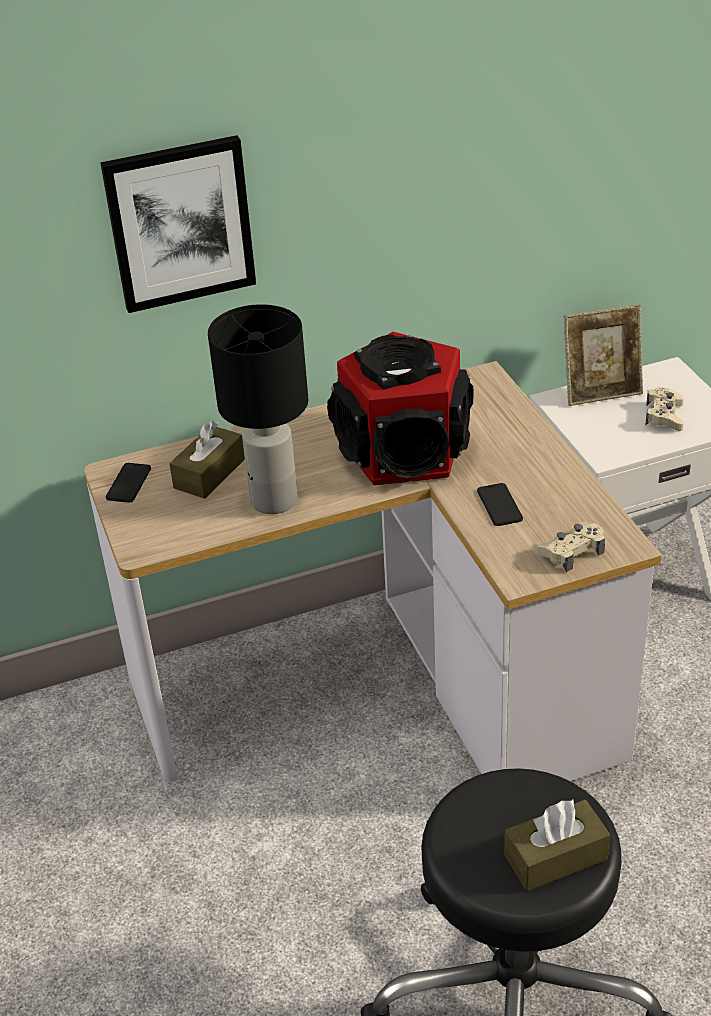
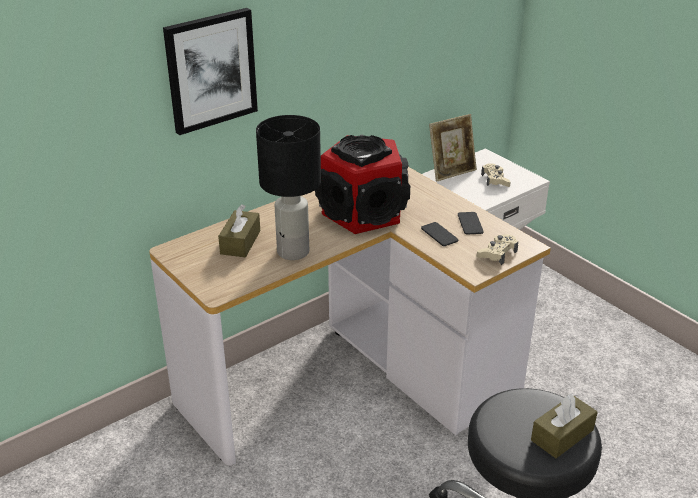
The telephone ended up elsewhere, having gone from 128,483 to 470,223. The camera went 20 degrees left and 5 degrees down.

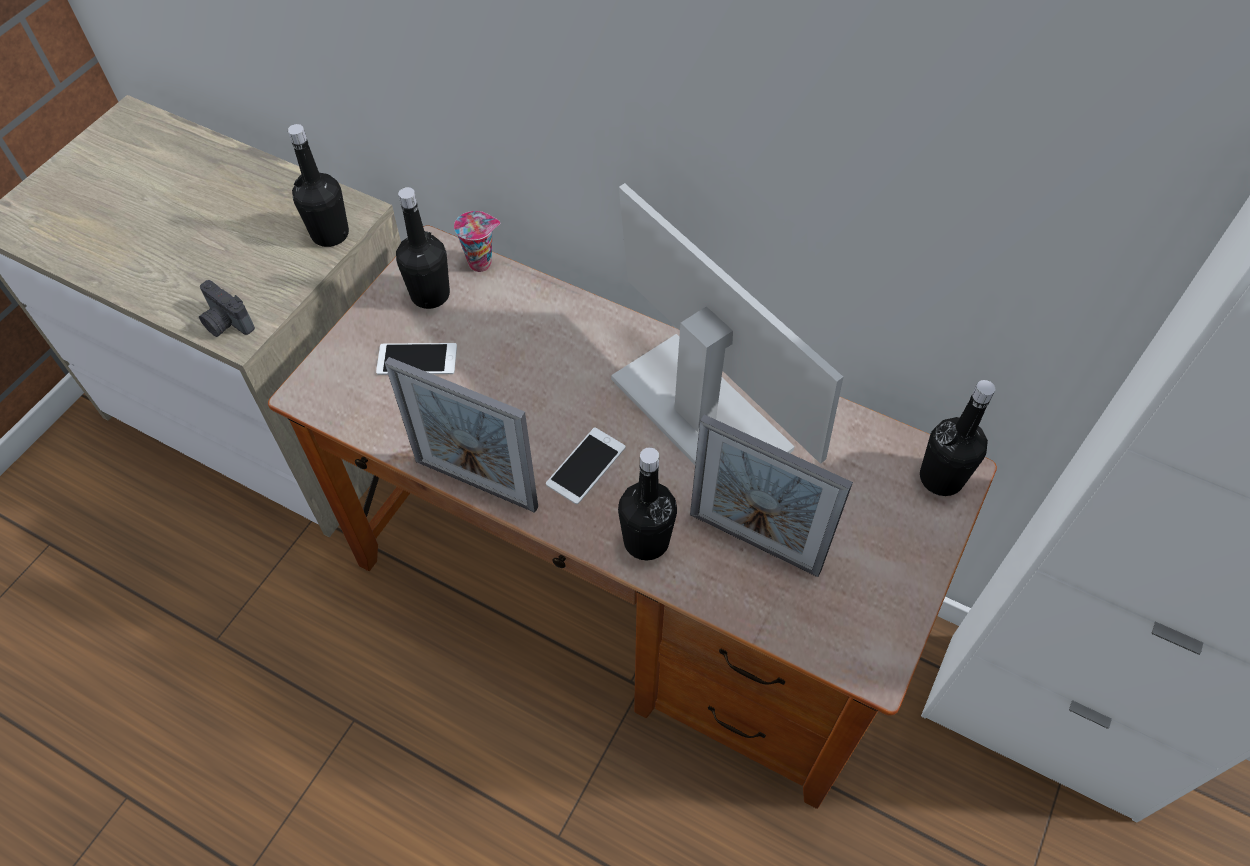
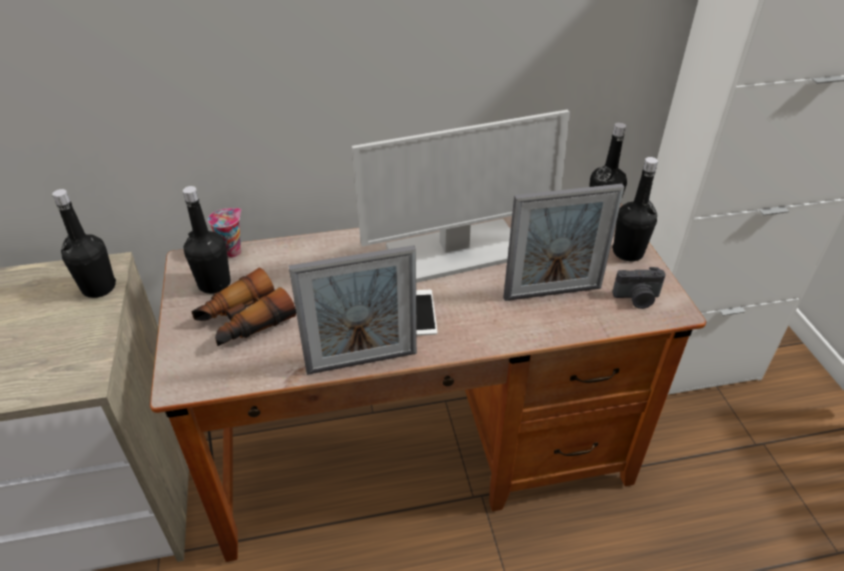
The still camera ended up elsewhere, having gone from 226,323 to 637,299. The bottle (black-coloured) ended up elsewhere, having gone from 646,541 to 628,252. Where the telephone stood at 417,359, the pair of binoculars came to stand at 244,321. The computer display at 702,415 ended up facing another way, 150 degrees clockwise from before. The camera went 40 degrees left and 15 degrees down.

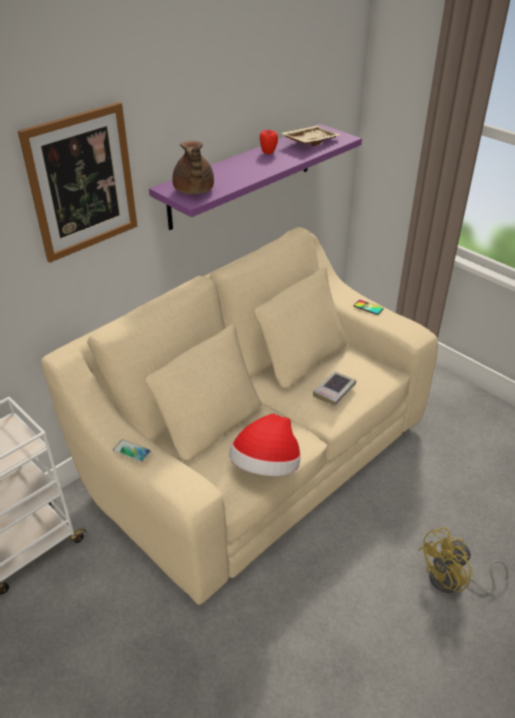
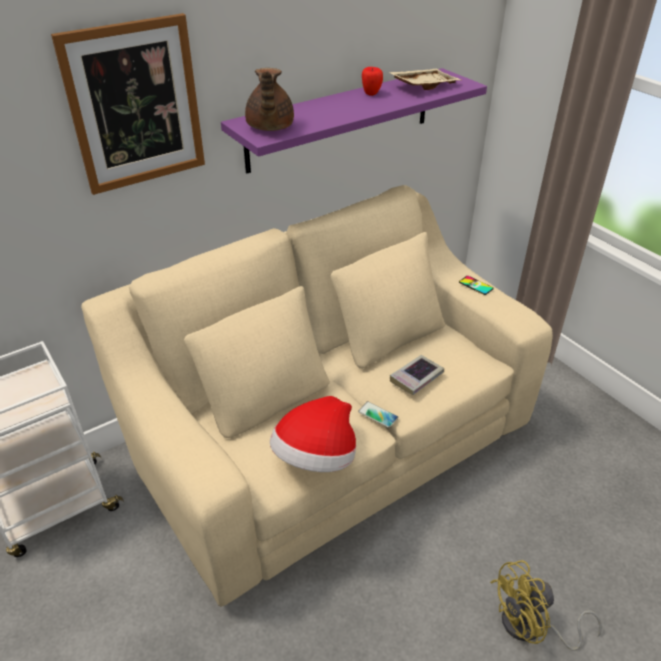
The telephone ended up elsewhere, having gone from 132,451 to 378,415. The camera went 10 degrees right and 0 degrees up.

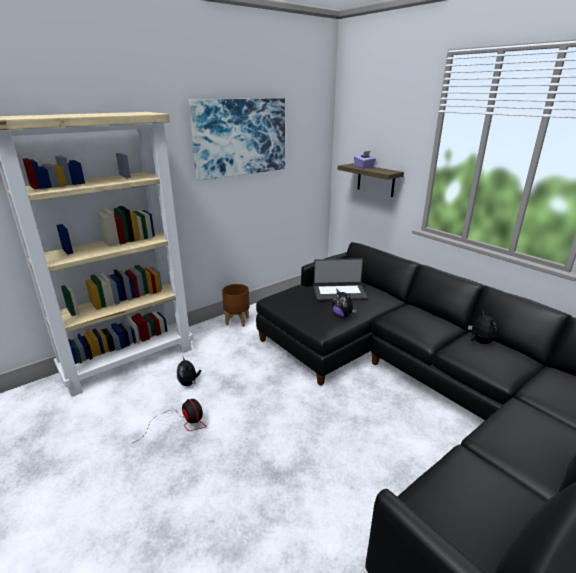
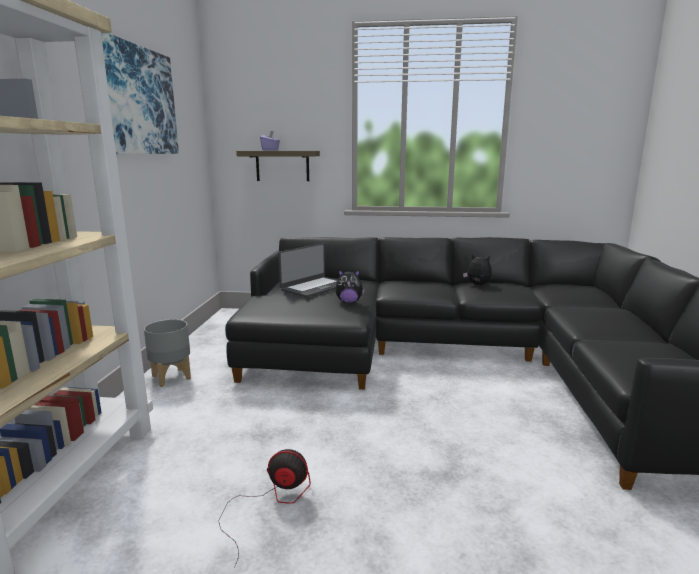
The second view lost the soft toy at 189,383. What was the planter (brownish) at 237,321 turned into the planter (greyish) at 171,377. The camera went 45 degrees left and 10 degrees down.

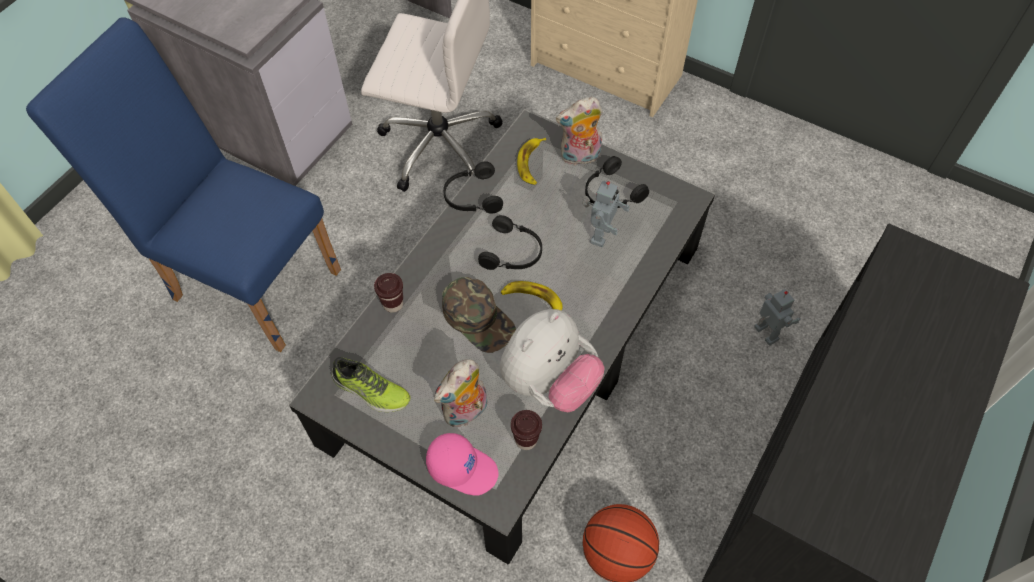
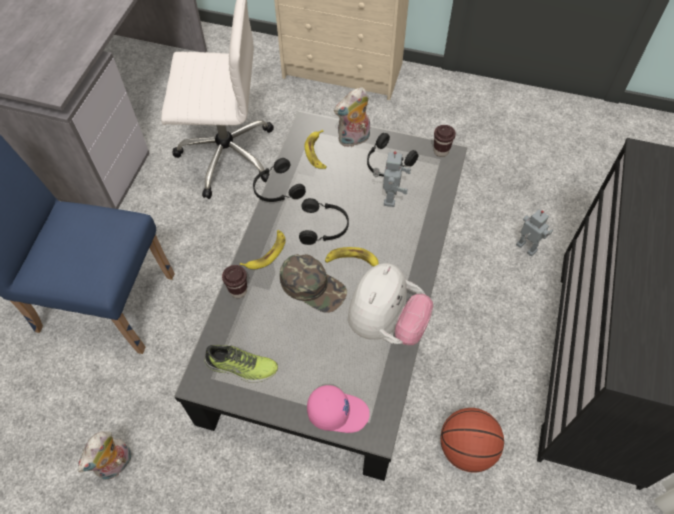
The second view gained the banana fruit at 266,252. The soft toy ended up elsewhere, having gone from 466,412 to 116,465. The small cup (brownish) ended up elsewhere, having gone from 526,440 to 441,151. The camera went 15 degrees left and 0 degrees up.

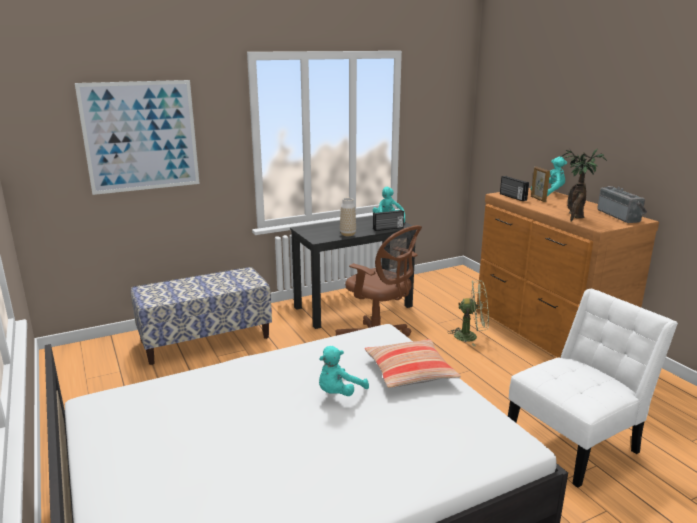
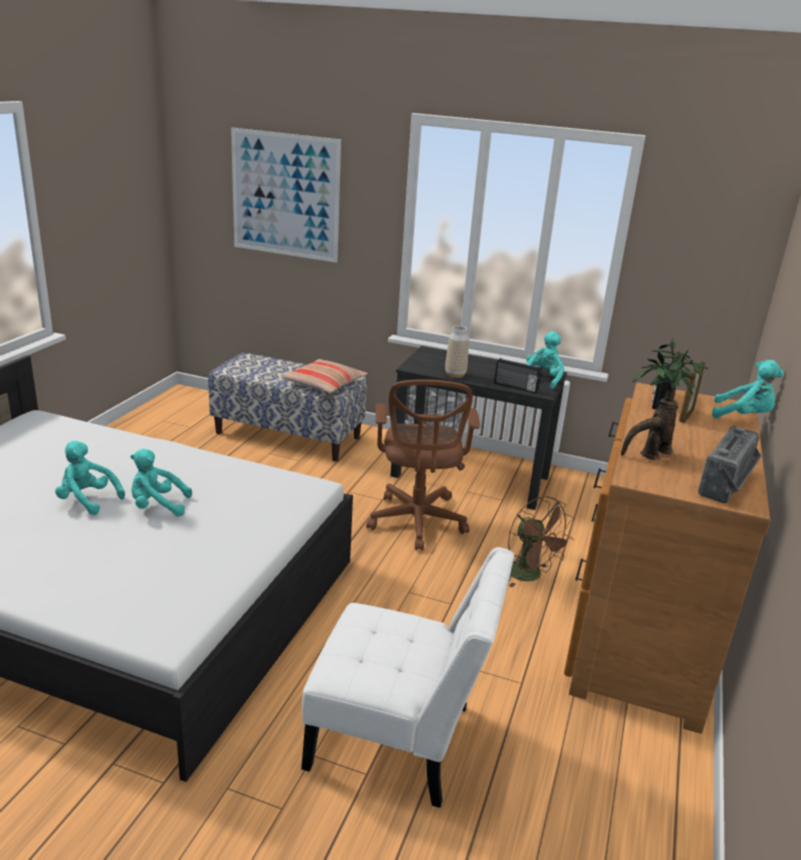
The second view gained the soft toy (blue-green) at 87,500. The cushion ended up elsewhere, having gone from 410,372 to 324,384. What was the fan (green-coloured) at 471,336 turned into the fan (brownish) at 530,576. The camera went 45 degrees right and 5 degrees up.

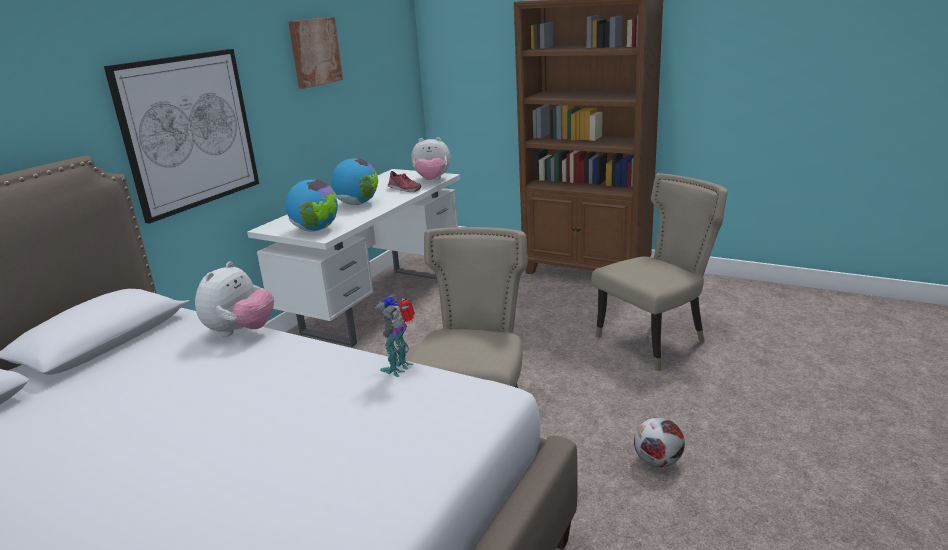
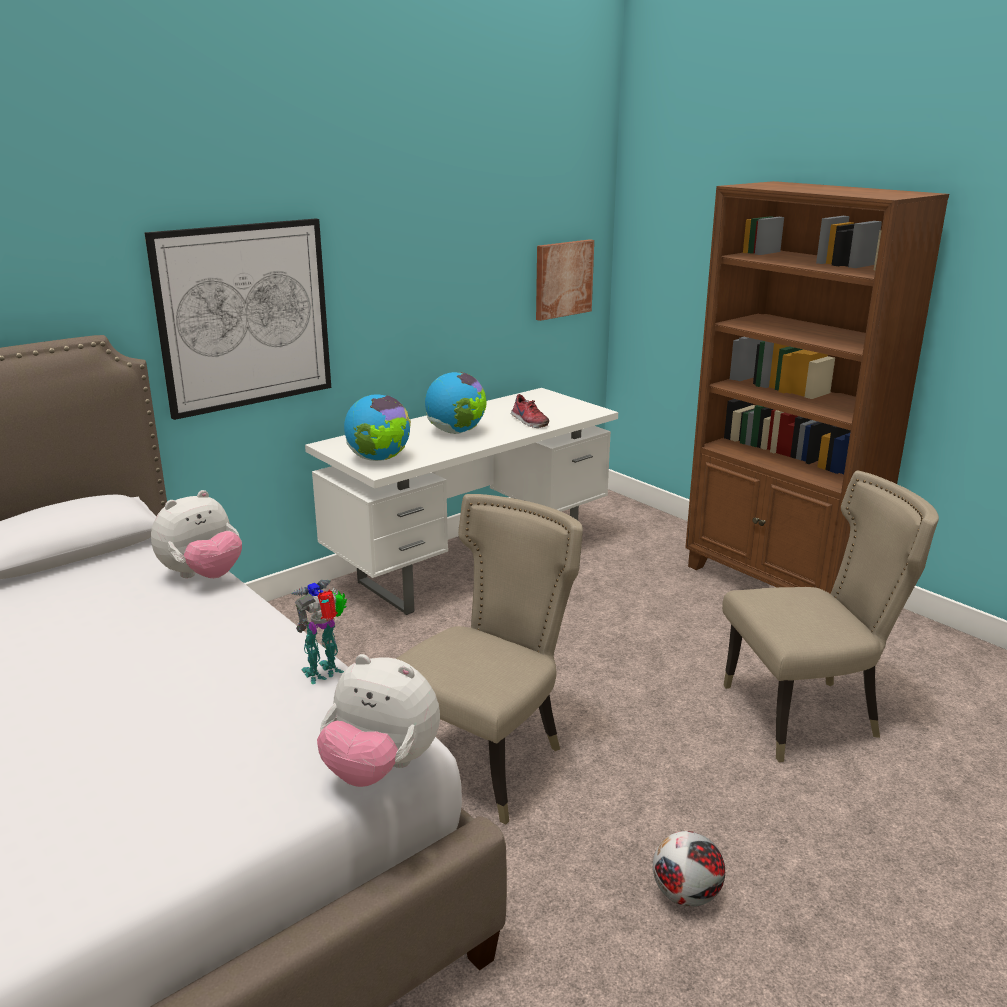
The wall art ended up elsewhere, having gone from 315,52 to 563,279. The soft toy ended up elsewhere, having gone from 432,180 to 380,769. The camera went 20 degrees right and 0 degrees up.

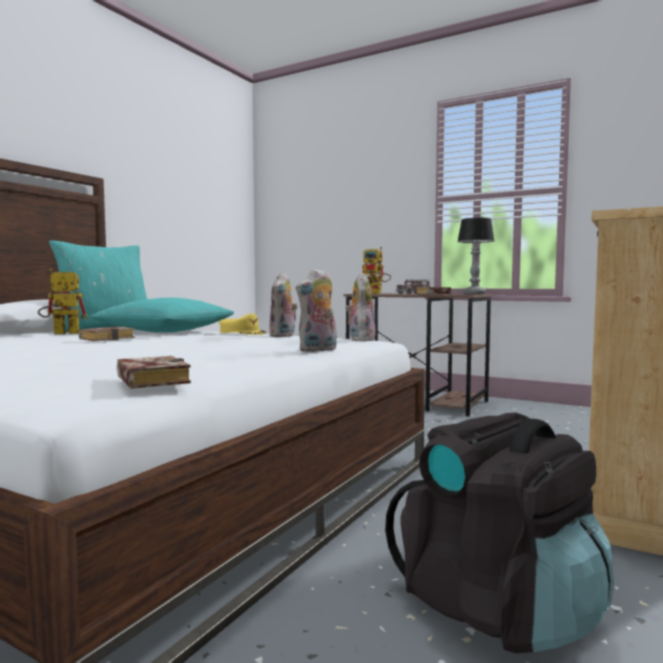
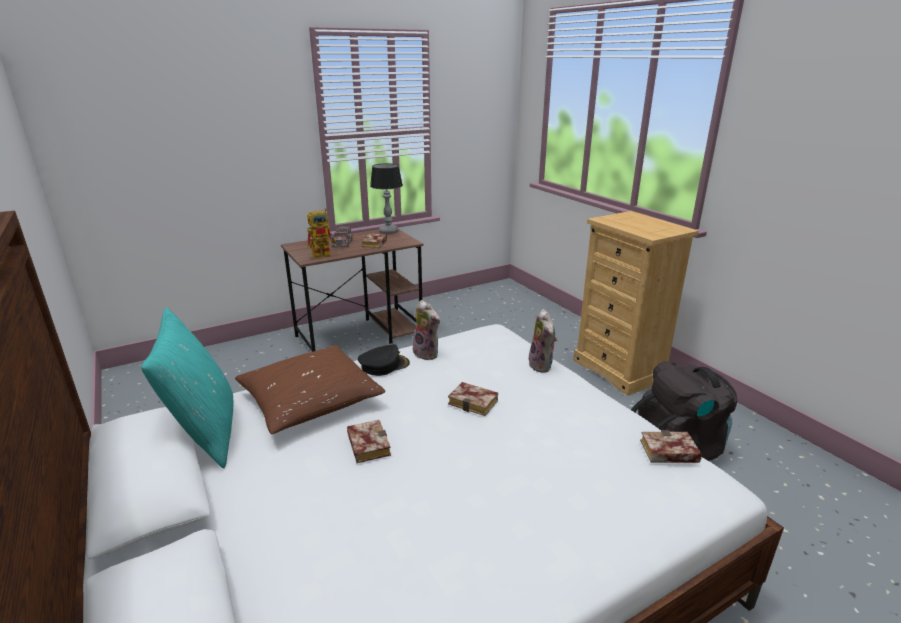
The second view lost the model robot at 60,334. The second view lost the soft toy at 360,339. The second view gained the book at 475,402. What was the cushion (blue-green) at 165,331 turned into the cushion (brownish) at 310,400. What was the baseball cap (yellow) at 242,333 turned into the baseball cap (black-coloured) at 384,365. The camera went 60 degrees left and 20 degrees up.

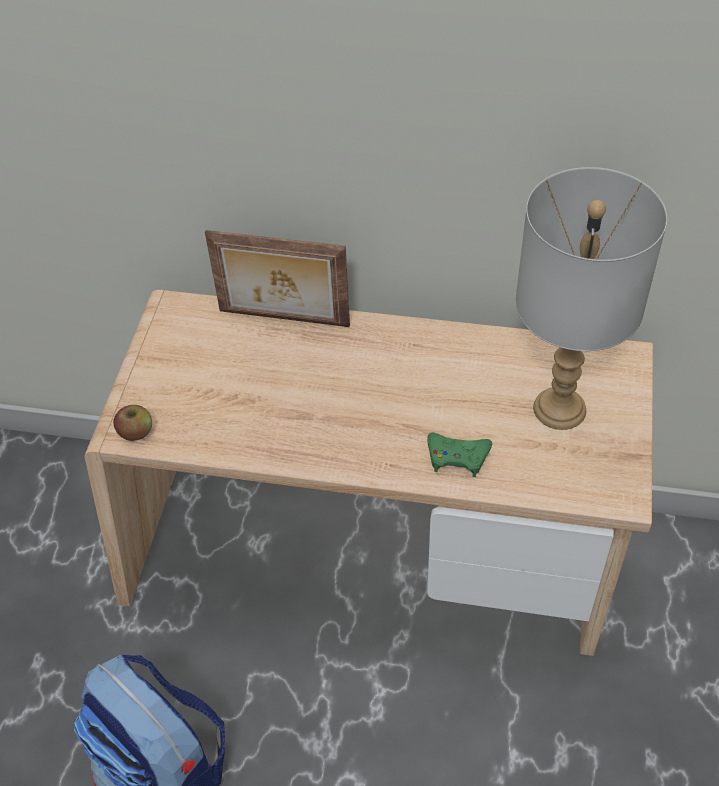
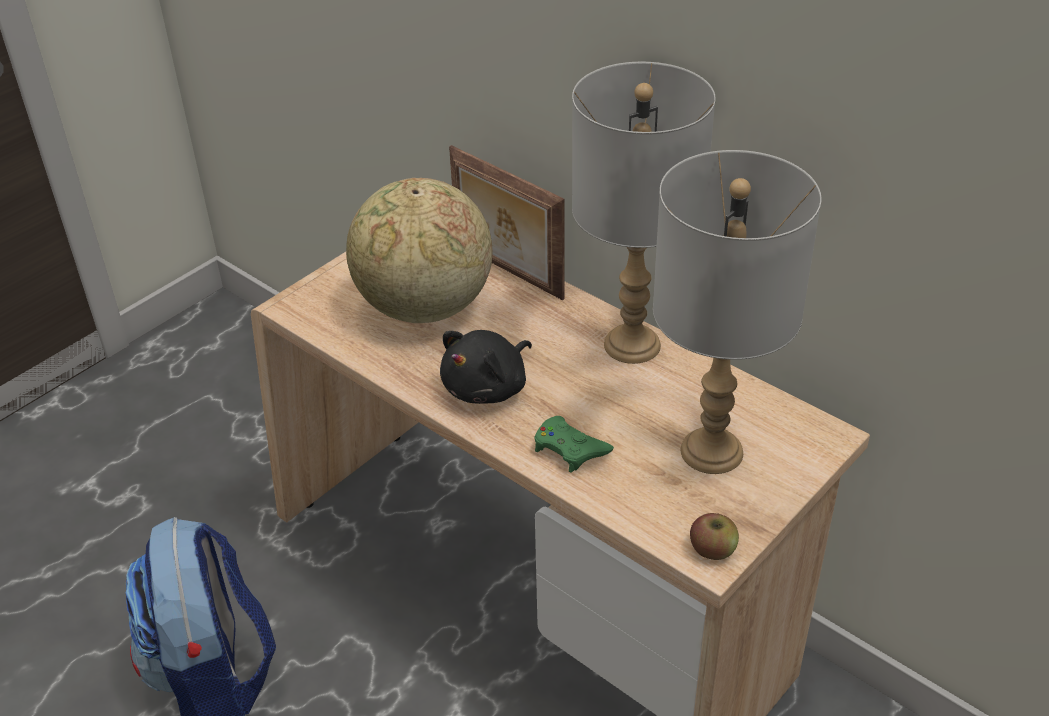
The second view gained the world globe at 424,307. The second view gained the soft toy (black-coloured) at 488,387. The second view gained the tabletop lamp (greyish) at 632,345. The apple ended up elsewhere, having gone from 136,432 to 712,549. The camera went 30 degrees right and 10 degrees down.

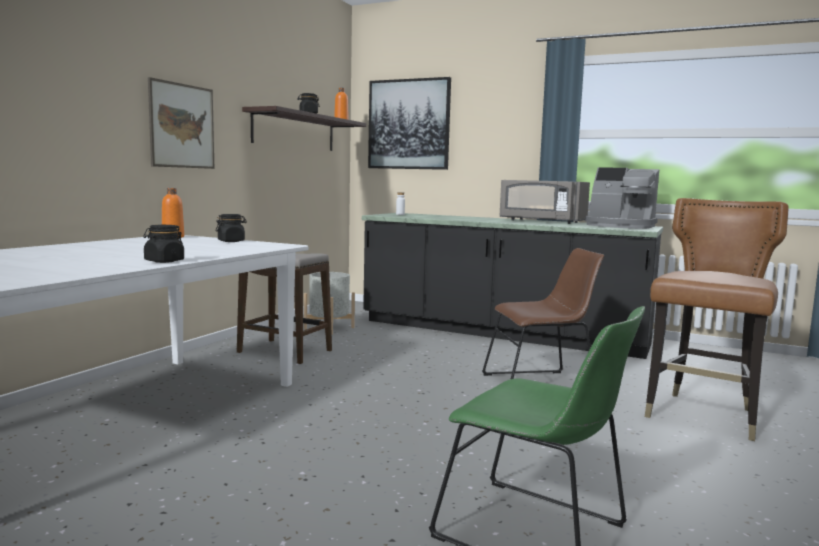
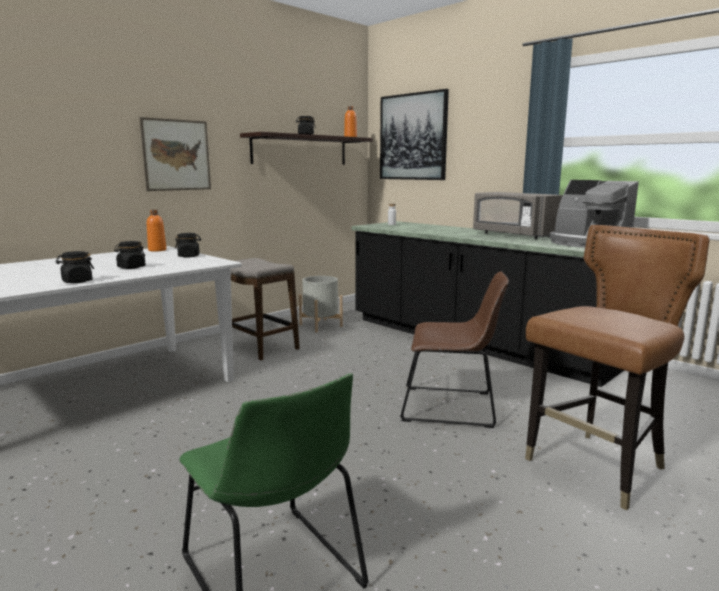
The second view gained the preserve jar (black-coloured) at 131,267. The camera went 20 degrees right and 5 degrees up.

